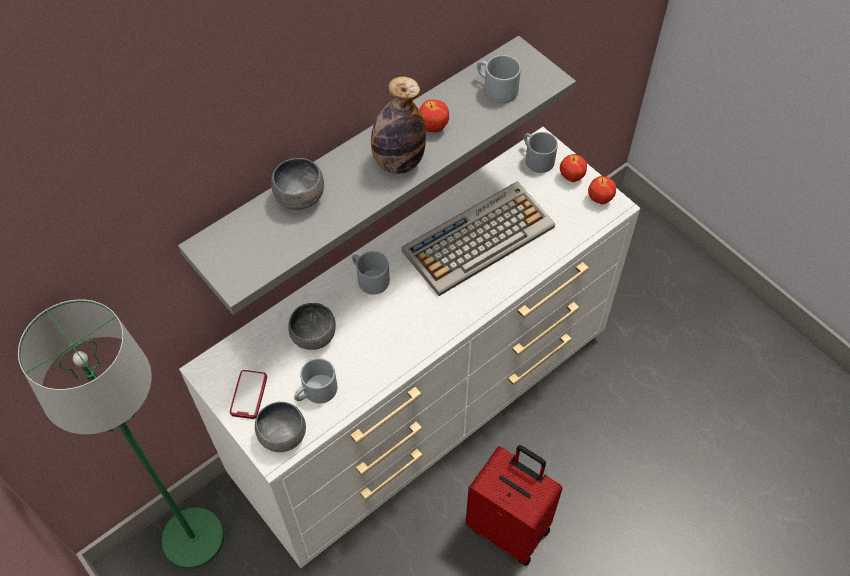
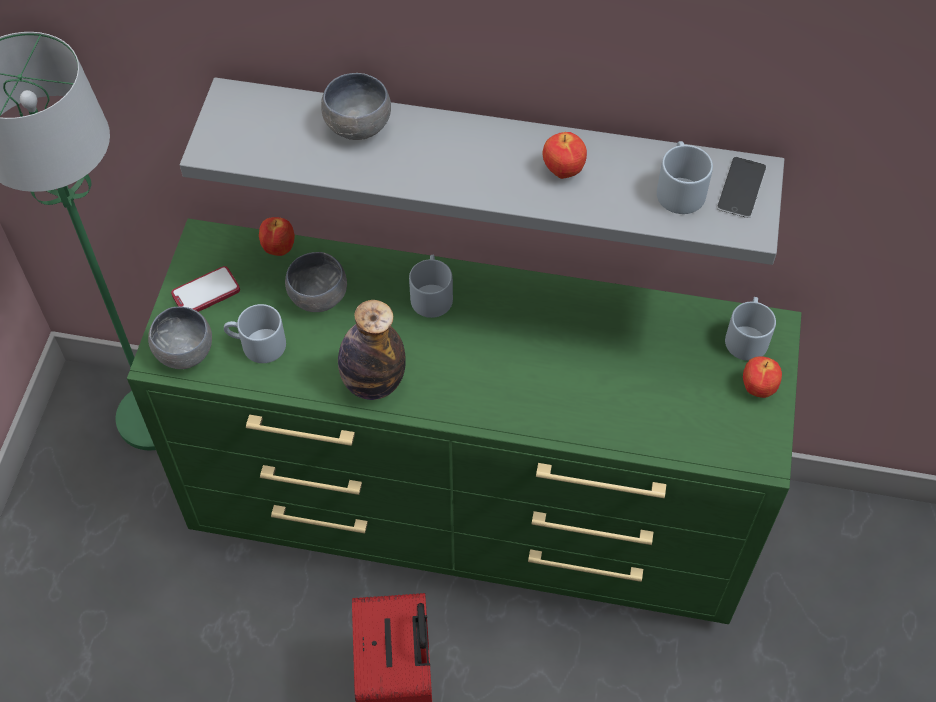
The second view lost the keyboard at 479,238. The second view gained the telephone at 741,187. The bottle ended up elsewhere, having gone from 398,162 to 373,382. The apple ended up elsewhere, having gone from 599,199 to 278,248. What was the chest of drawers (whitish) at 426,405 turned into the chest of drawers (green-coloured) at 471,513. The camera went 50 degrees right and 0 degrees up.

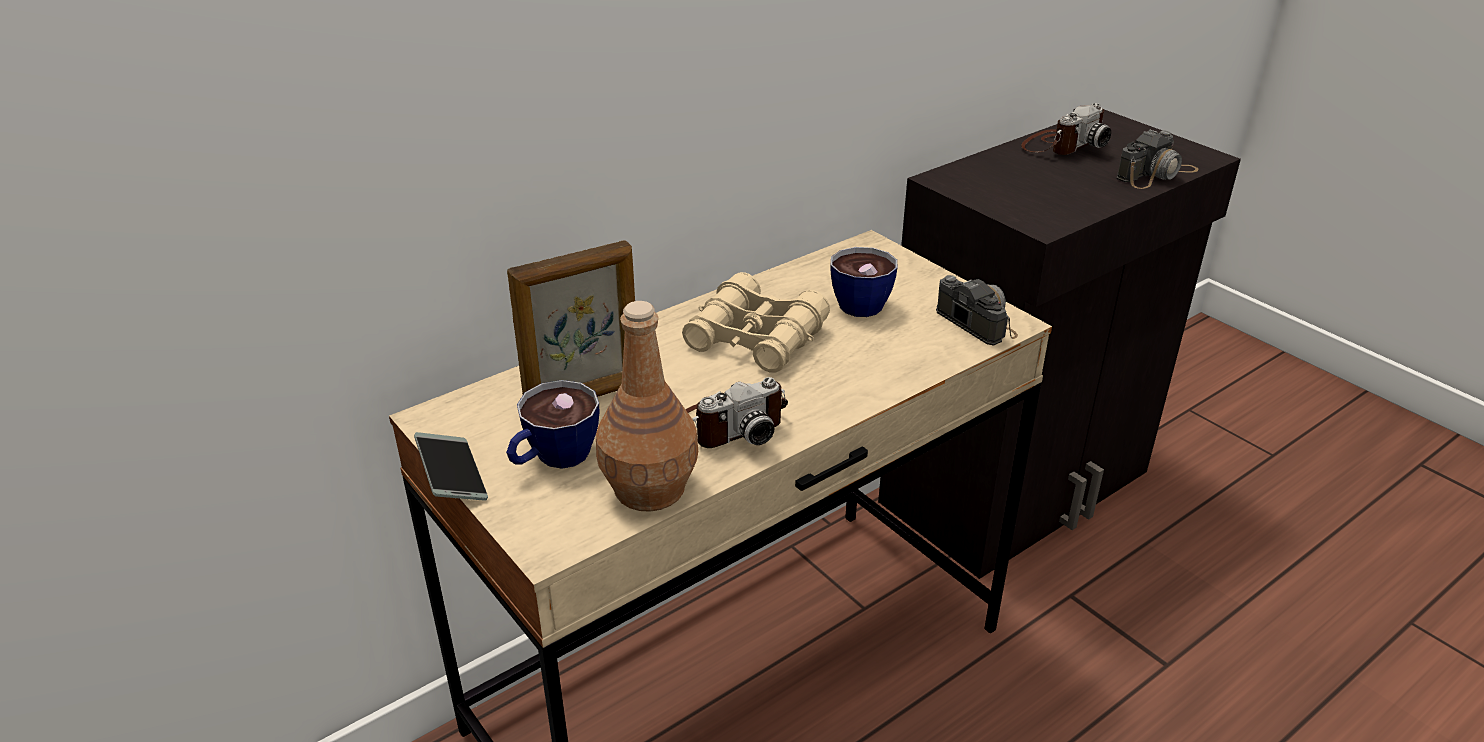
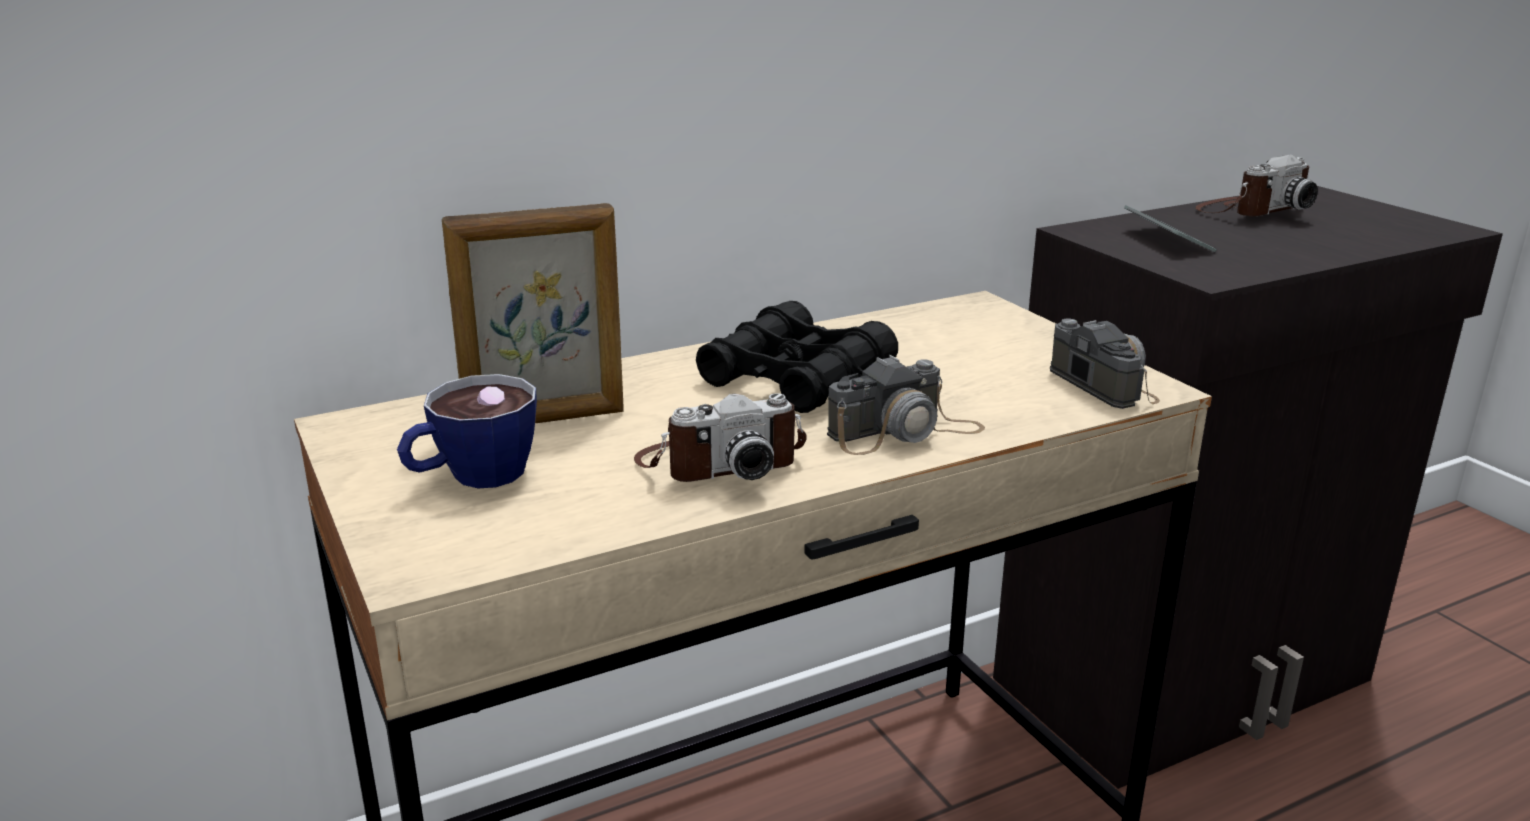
The second view lost the bottle (brownish) at 648,489. The second view lost the small cup at 860,301. The telephone ended up elsewhere, having gone from 452,475 to 1167,240. The still camera ended up elsewhere, having gone from 1157,174 to 905,432. What was the pair of binoculars (beige-coloured) at 756,338 turned into the pair of binoculars (black-coloured) at 796,379. The camera went 10 degrees right and 10 degrees down.

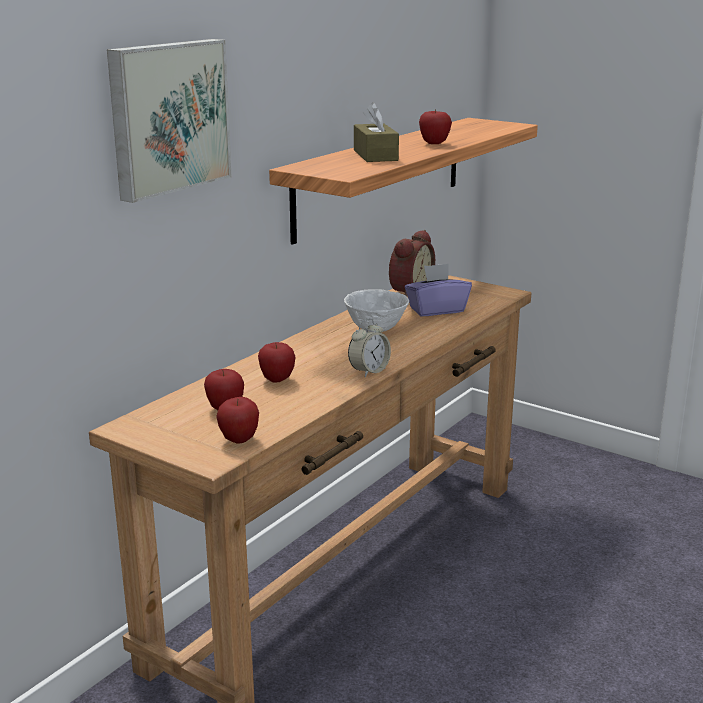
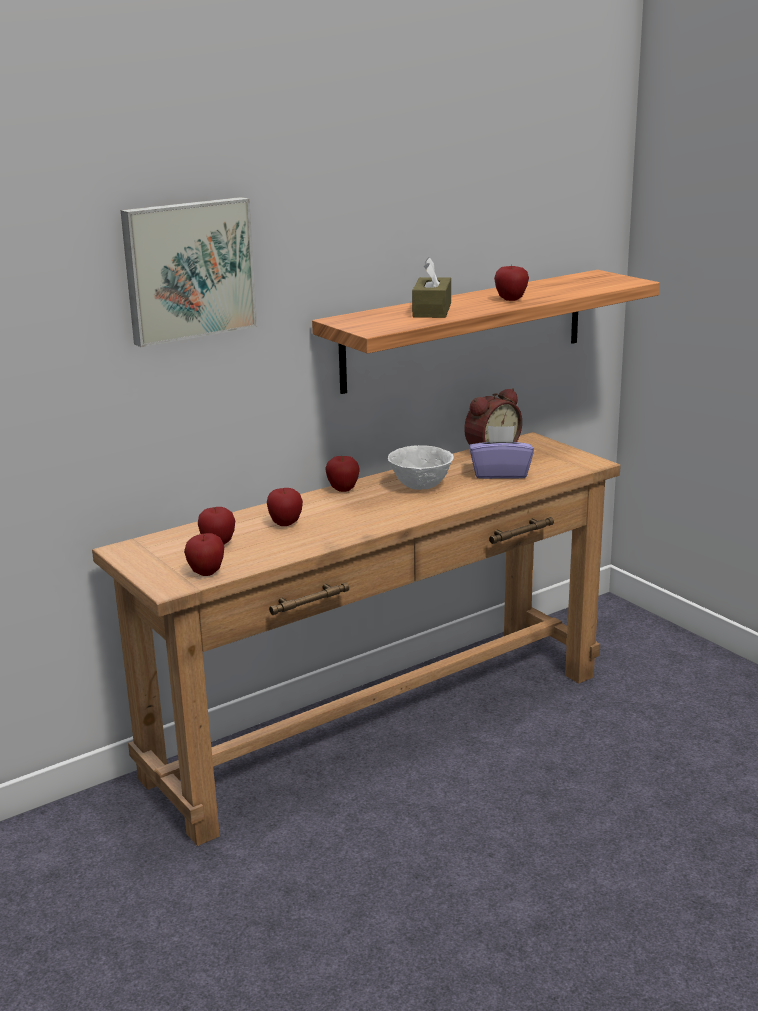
The second view lost the bedside clock at 369,371. The second view gained the apple at 343,490. The camera went 20 degrees right and 0 degrees up.

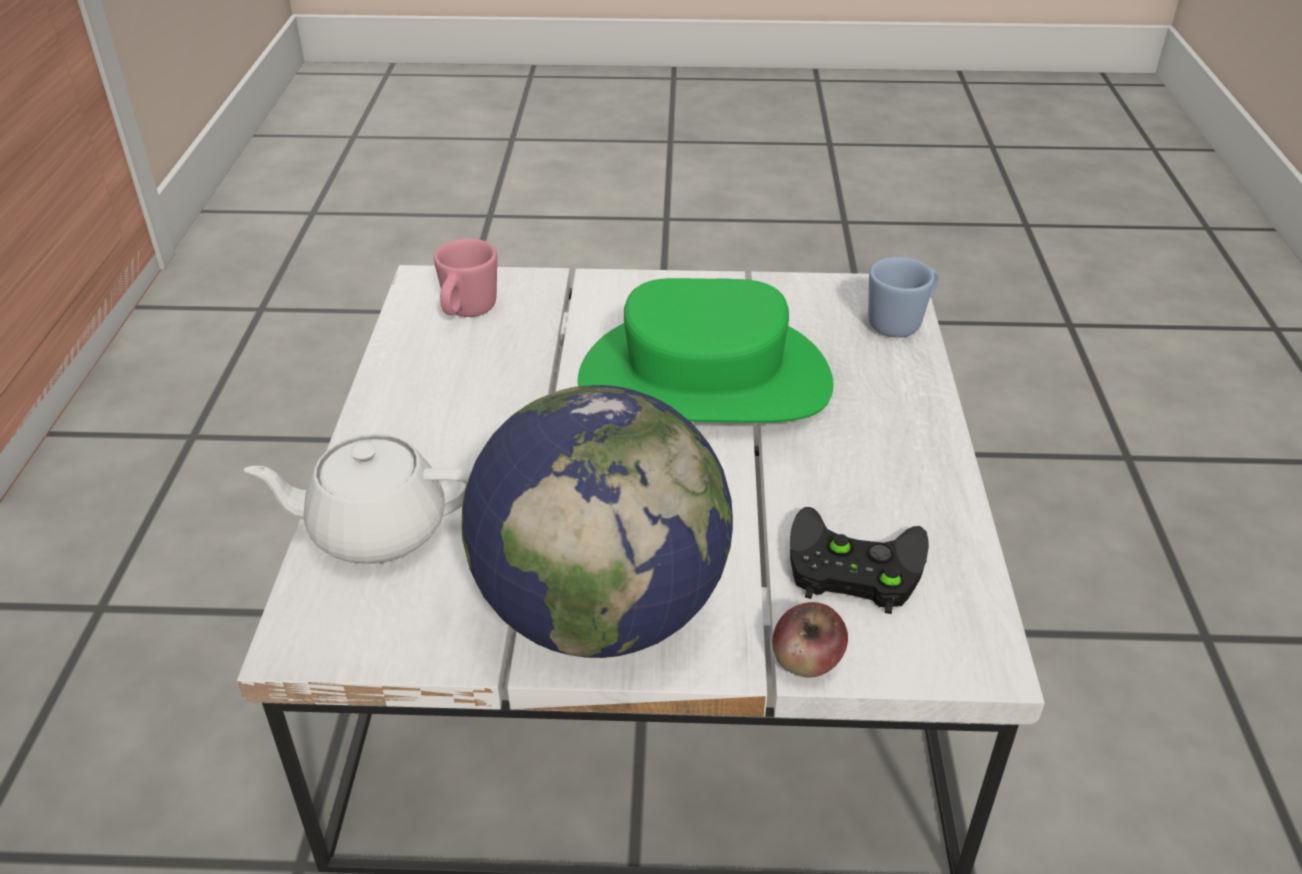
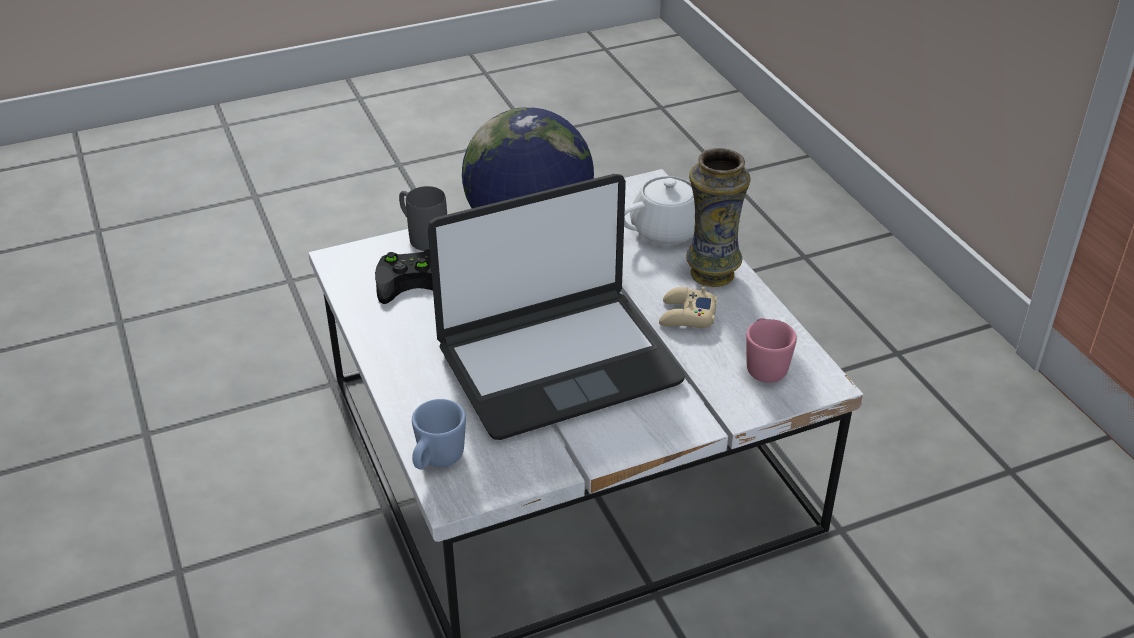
The second view gained the joypad (beige-coloured) at 686,315. The second view gained the decorative vase at 711,273. Where the clothing hat (green-coloured) stood at 704,381, the portable computer came to stand at 557,363. Where the apple stood at 807,662, the coffee mug (greyish) came to stand at 422,236. The camera went 155 degrees right and 0 degrees up.

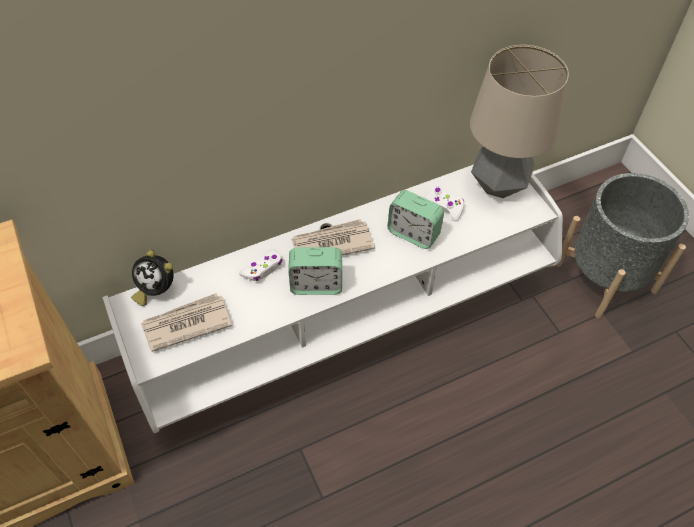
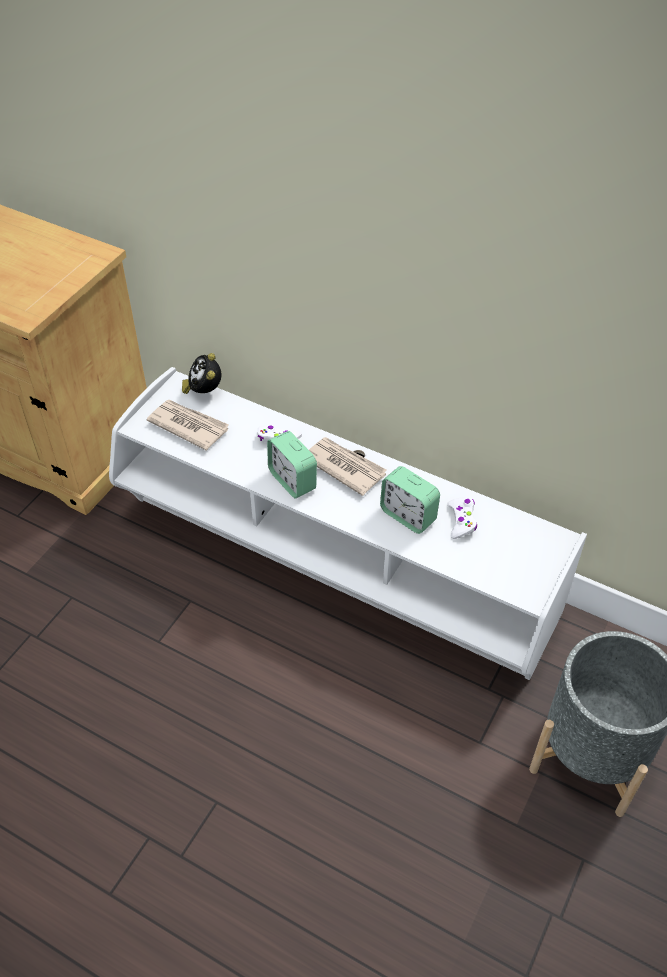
The second view lost the tabletop lamp at 497,185. The bedside clock at 413,233 ended up facing another way, 45 degrees counterclockwise from before. The camera went 55 degrees right and 5 degrees down.

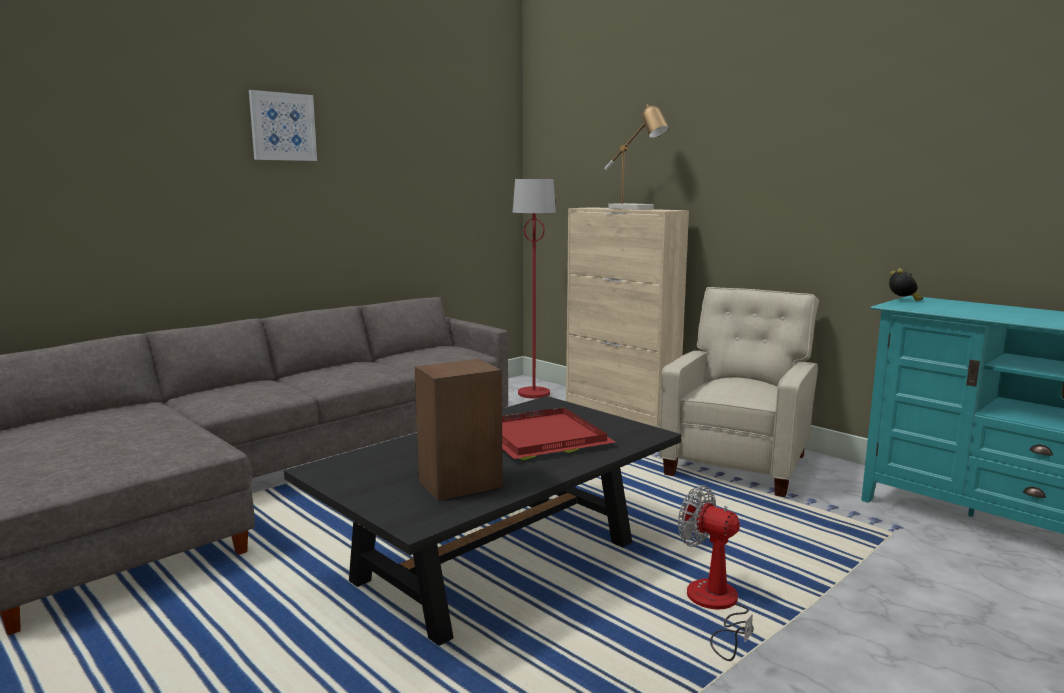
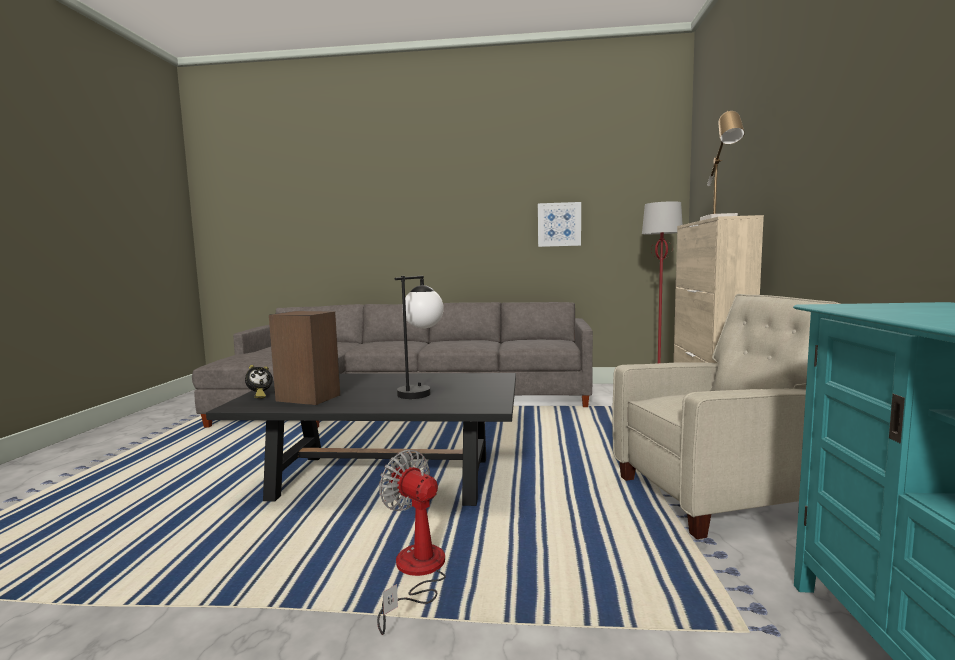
The wall art ended up elsewhere, having gone from 283,127 to 559,224. The bedside clock ended up elsewhere, having gone from 903,301 to 259,396. Where the serving tray (red-coloured) stood at 541,438, the tabletop lamp came to stand at 421,391. The fan at 716,607 ended up facing another way, 45 degrees counterclockwise from before. The camera went 50 degrees right and 5 degrees down.

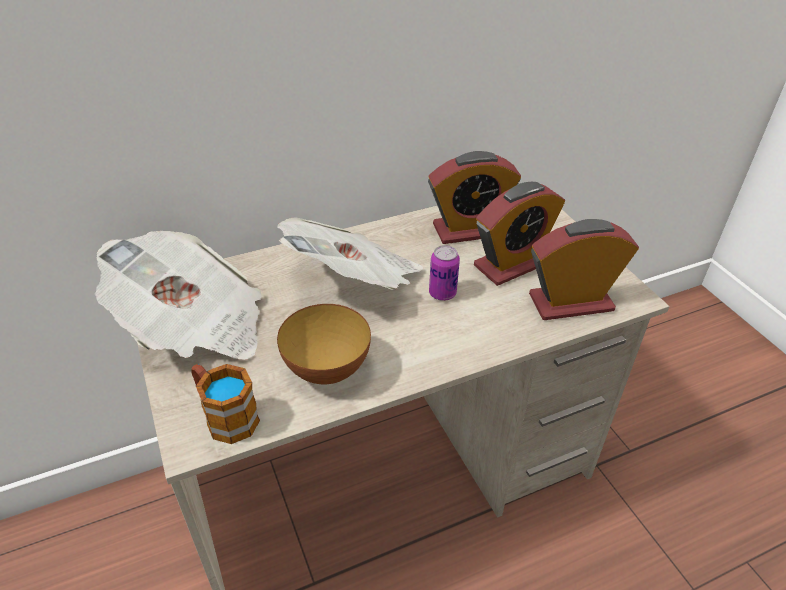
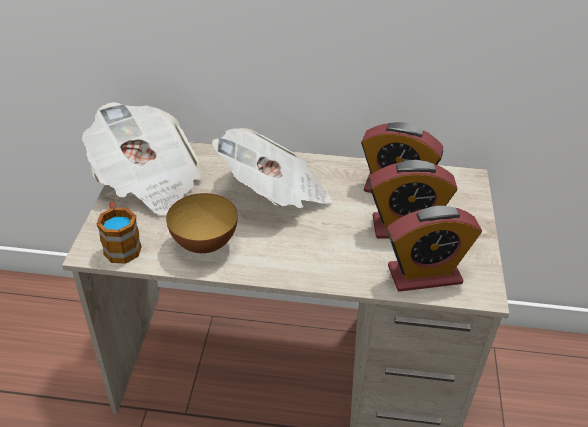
The second view lost the sealed can at 442,293. The bedside clock at 571,303 ended up facing another way, 150 degrees clockwise from before. The camera went 30 degrees right and 0 degrees up.

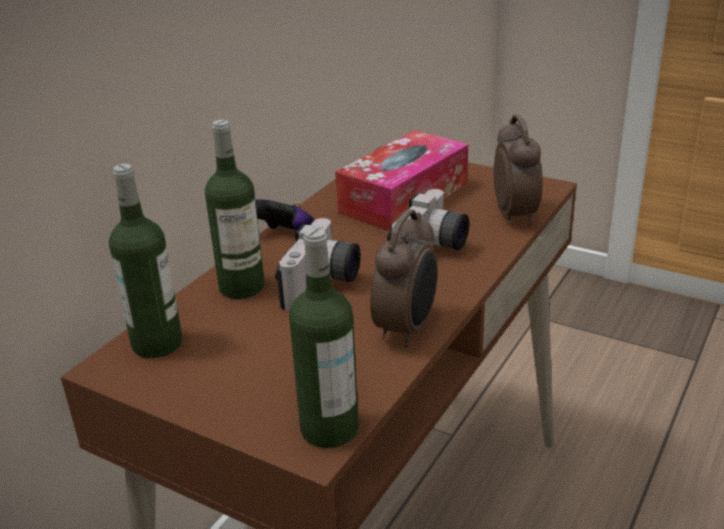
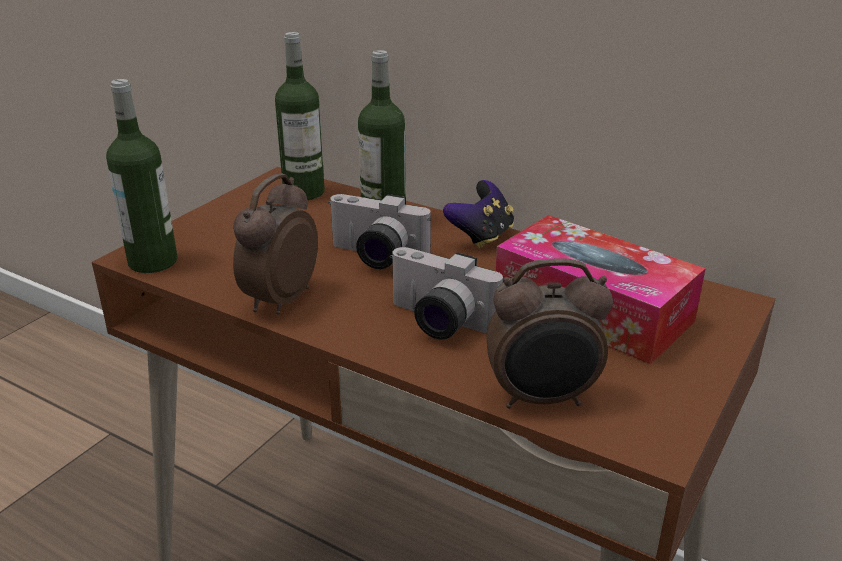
The bedside clock at 407,329 ended up facing another way, 90 degrees clockwise from before. The camera went 90 degrees right and 0 degrees up.

